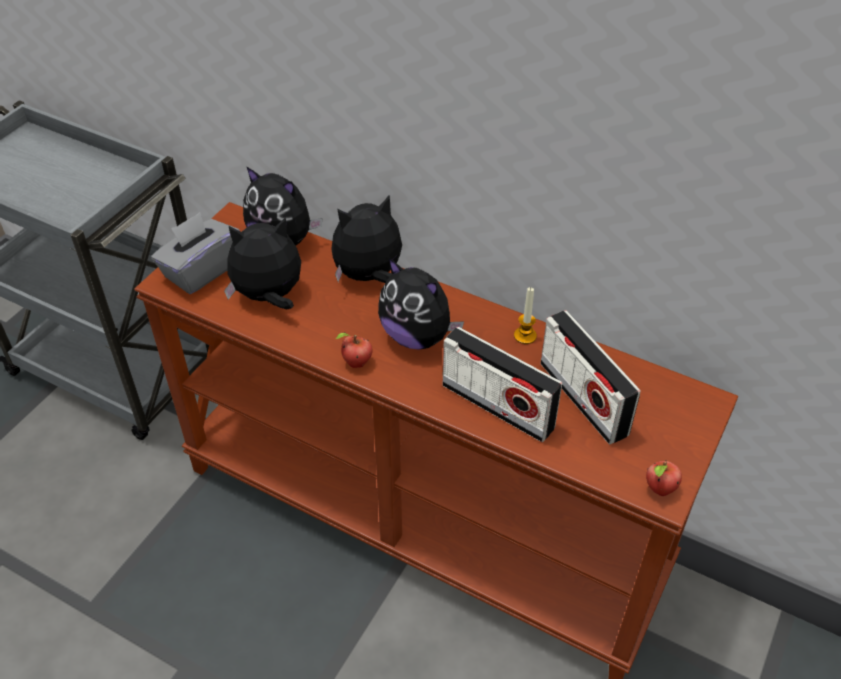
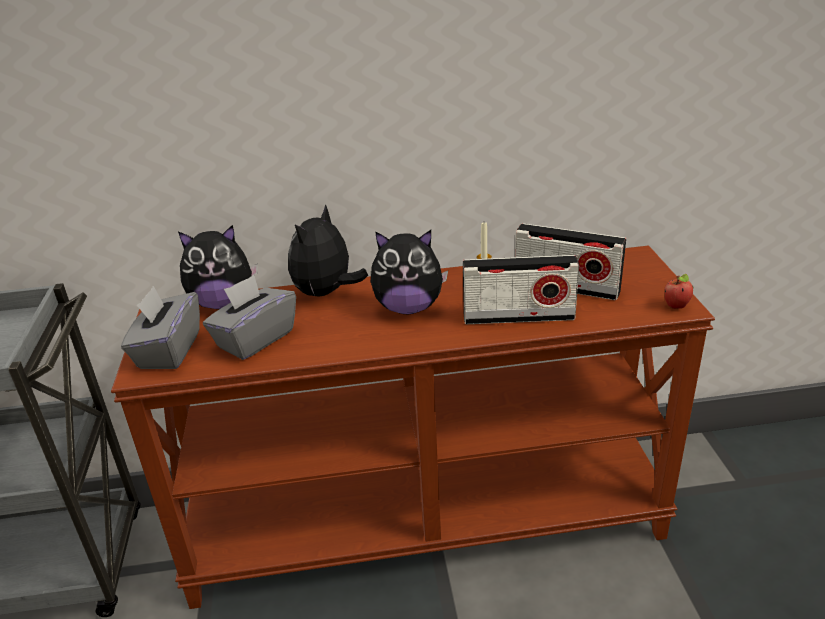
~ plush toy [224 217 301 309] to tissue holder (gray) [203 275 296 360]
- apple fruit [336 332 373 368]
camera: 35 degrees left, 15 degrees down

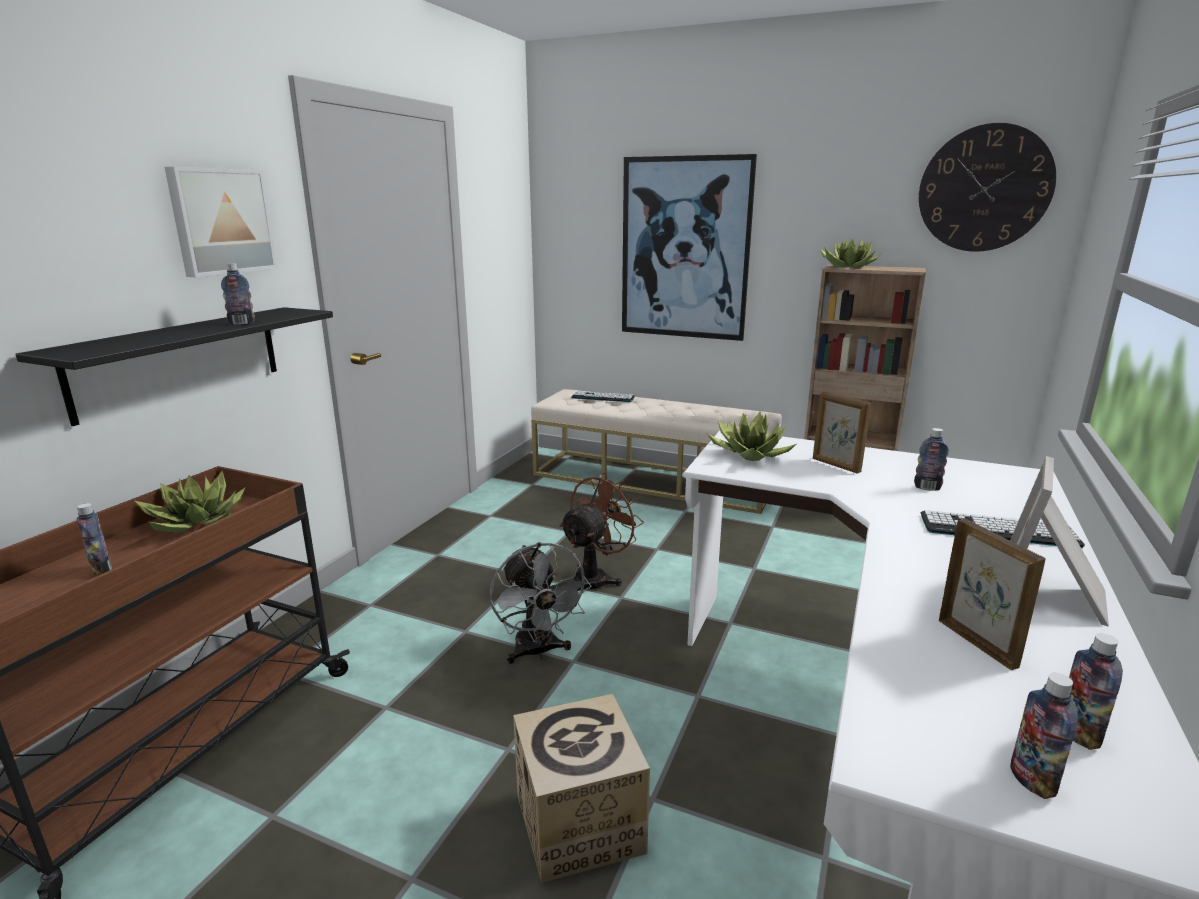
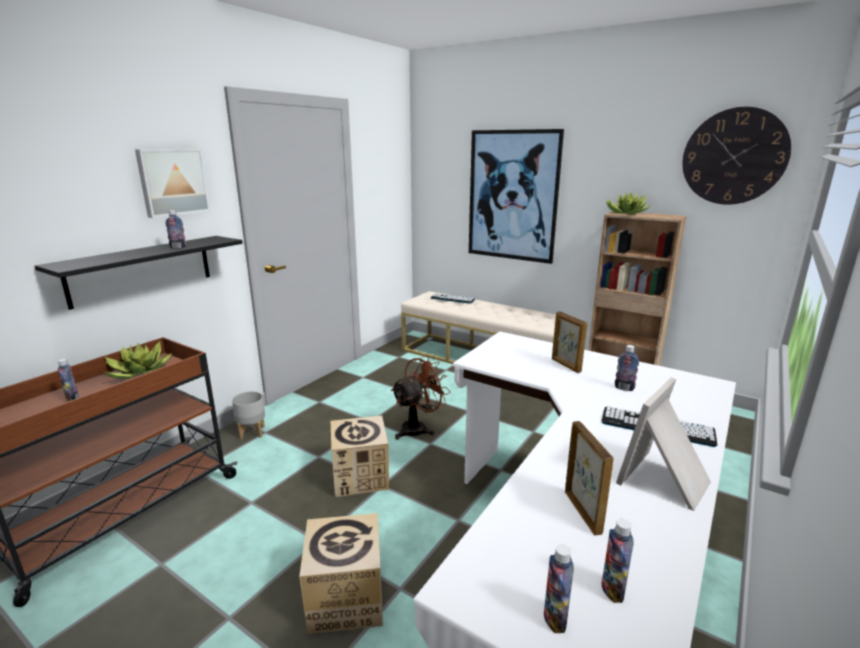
~ electric fan (gray) [490 542 591 664] to cardboard box [331 415 389 497]
- houseplant [707 412 796 461]
+ planter (gray) [232 391 265 439]
camera: 10 degrees right, 0 degrees up

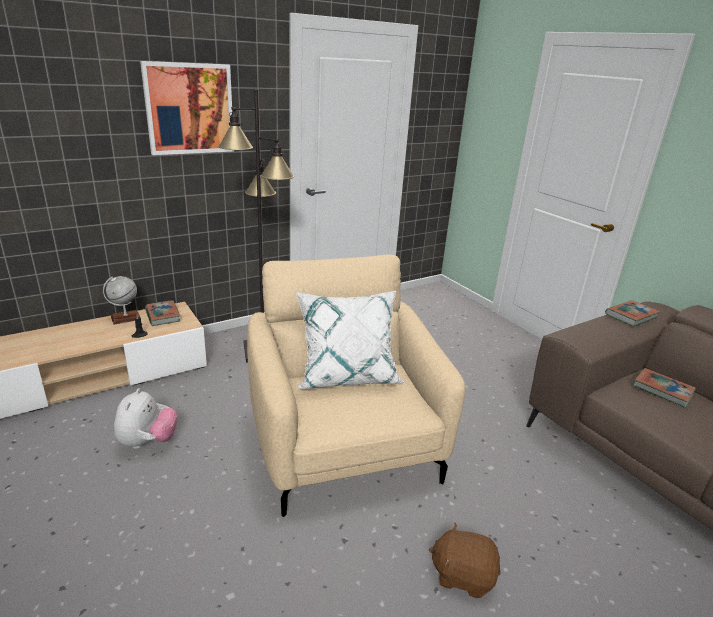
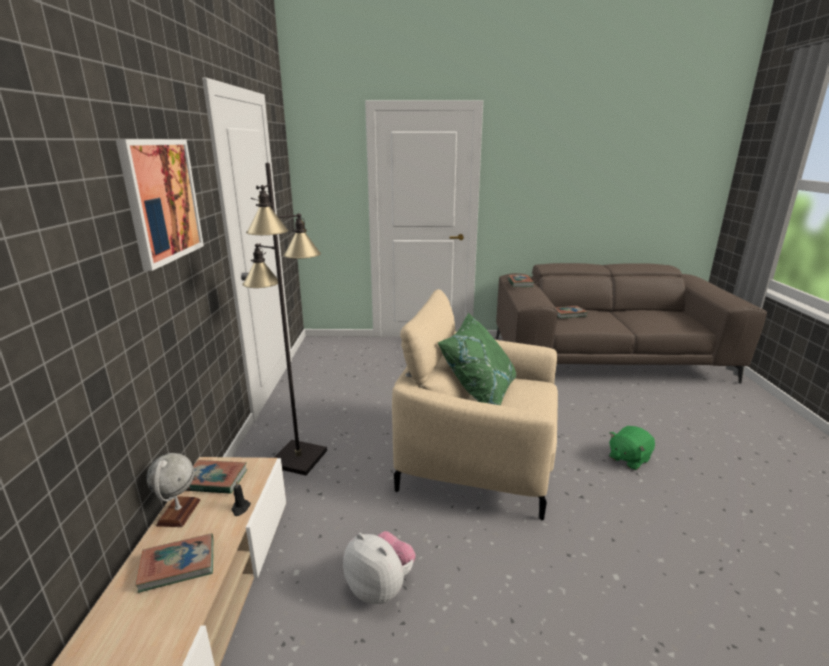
~ throw pillow (white) [296 291 405 389] to throw pillow (green) [438 313 516 405]
~ plush toy (brown-coloured) [429 522 501 598] to plush toy (green) [609 426 655 470]
+ volume [135 533 213 593]
camera: 55 degrees left, 5 degrees down

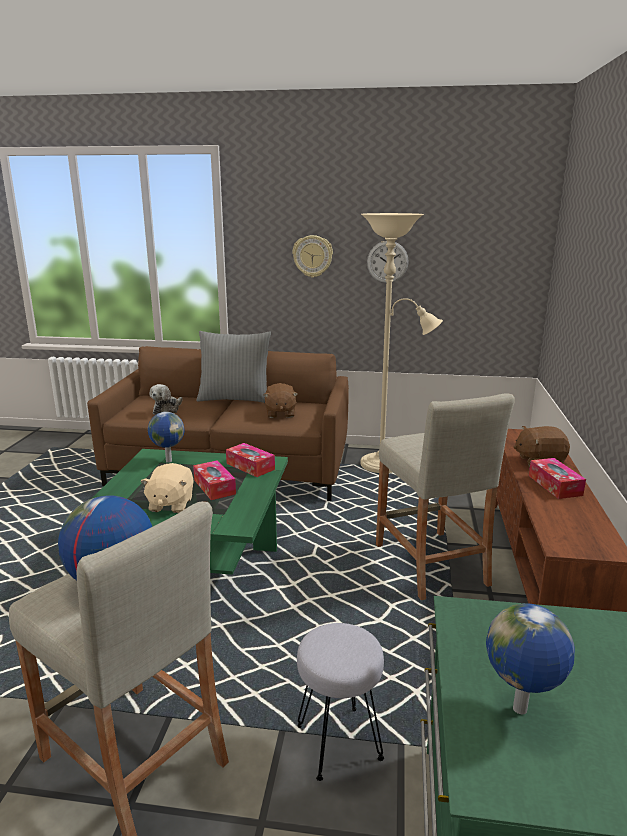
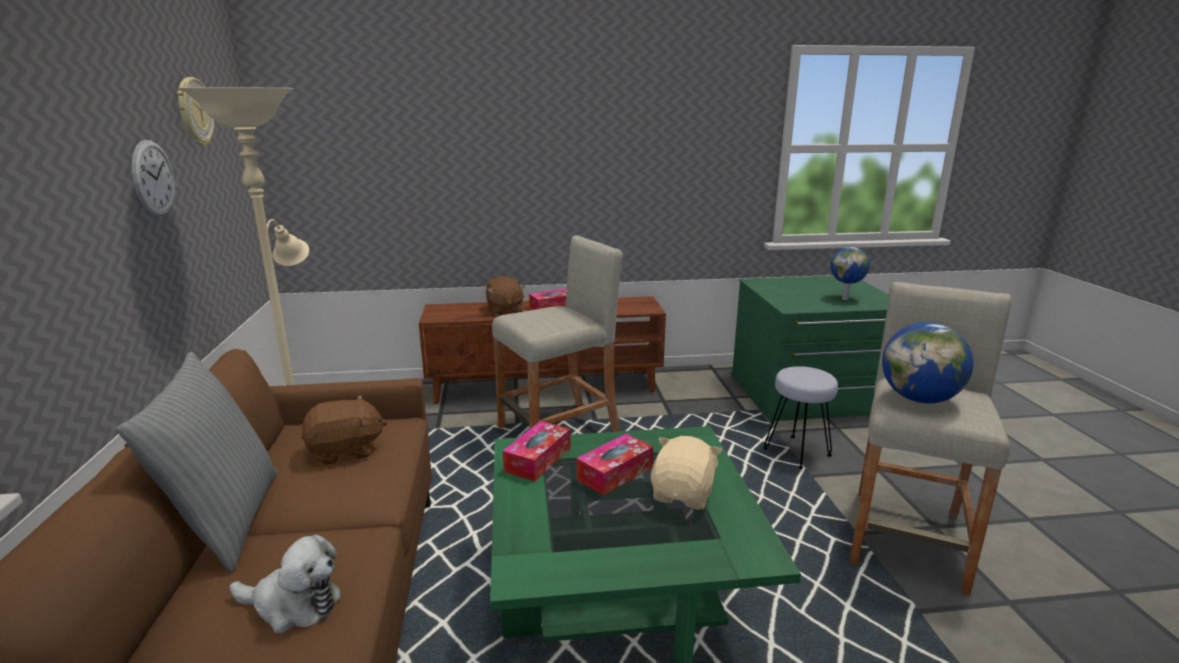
~ plush toy (beige-coloured) [141 463 194 513] = [651 436 722 510] 60 degrees counterclockwise
- desk globe [148 412 184 463]
~ clock on the wall [292 235 333 278] to [177 77 214 146]
camera: 105 degrees left, 0 degrees up

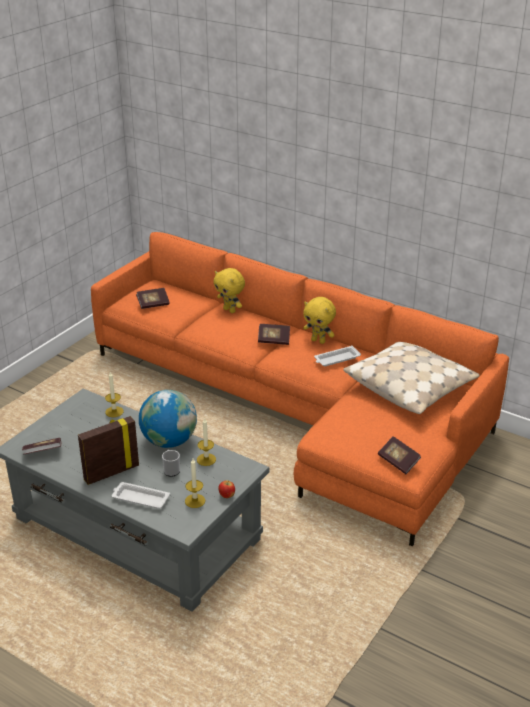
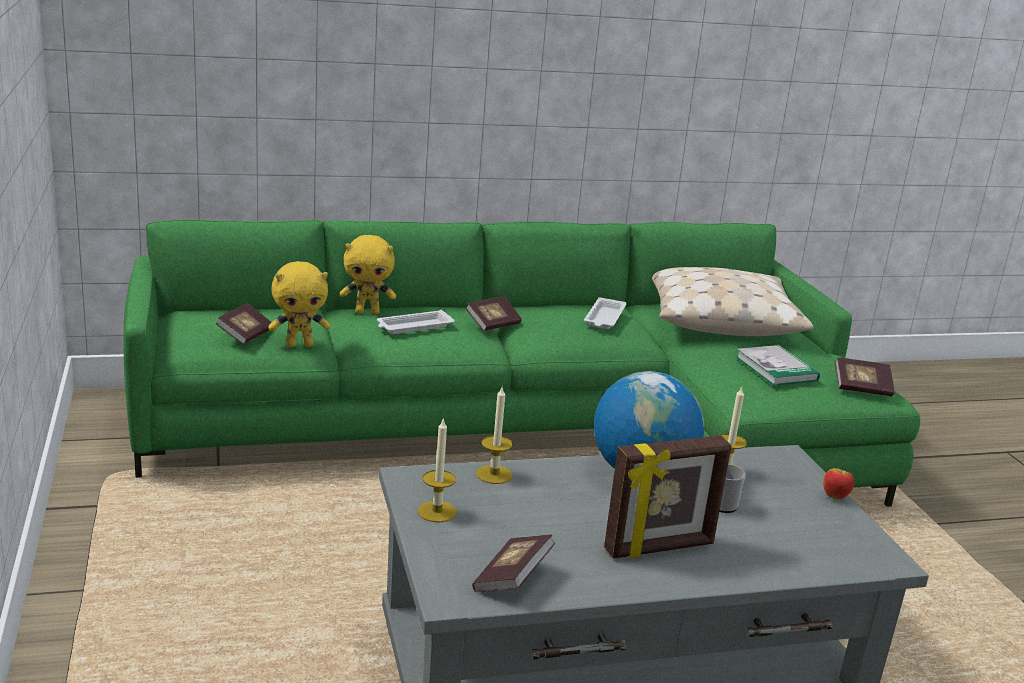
~ photo frame [78 416 139 485] = [604 435 731 559] 120 degrees counterclockwise
~ settee (orange-coloured) [91 232 509 546] to settee (green) [123 220 920 507]
~ carrying tray (white) [112 482 170 508] to [377 310 455 334]
~ wax candle [185 459 205 508] to [418 417 457 522]
~ plush toy (yellow) [303 297 336 344] to [268 261 331 348]
+ volume [735 345 820 386]
camera: 50 degrees left, 10 degrees down

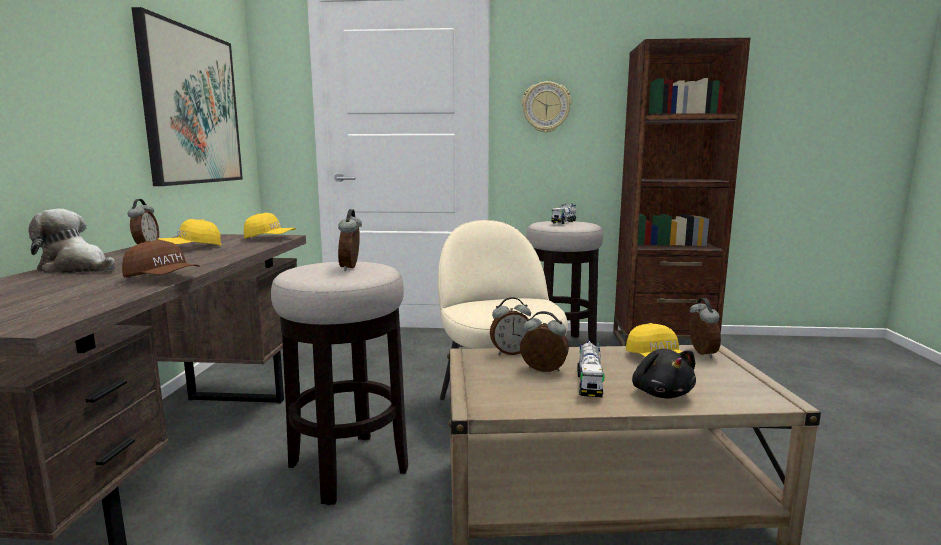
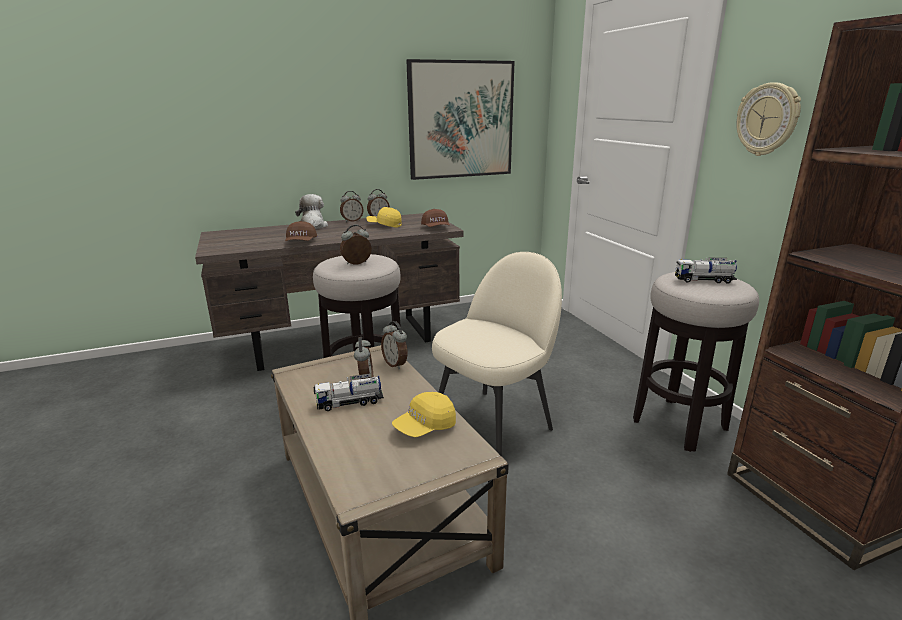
~ peaked cap (yellow) [244 213 296 239] to peaked cap (brown-coloured) [421 209 450 227]
- plush toy (blackish) [632 349 696 399]
~ table clock [689 298 721 358] to [340 191 363 222]
camera: 65 degrees right, 10 degrees up

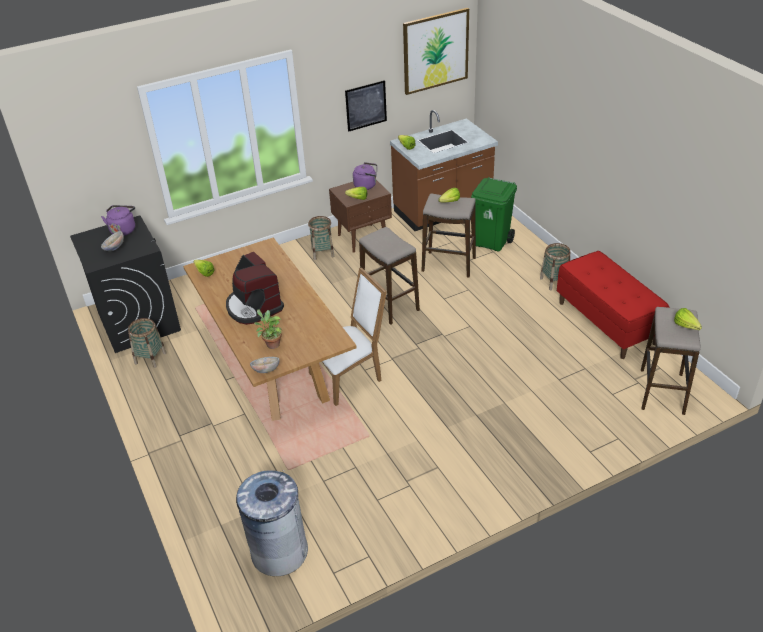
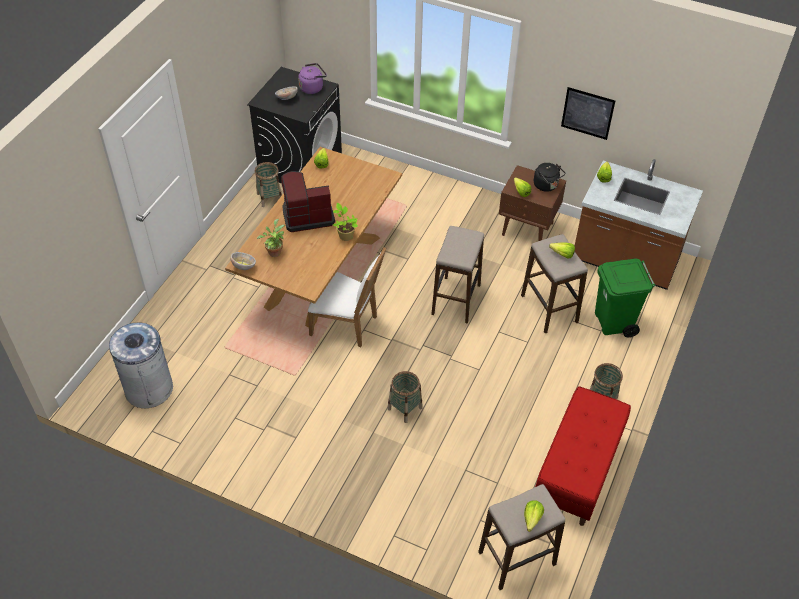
~ coffee maker [226 252 284 325] = [281 171 335 232] 60 degrees clockwise
~ basket [308 216 334 260] to [388 371 423 423]
~ kettle (purple-coloured) [353 162 377 190] to kettle (blackish) [534 163 566 192]
- wall picture [403 8 469 95]
+ houseplant [333 203 358 241]
camera: 50 degrees right, 10 degrees up

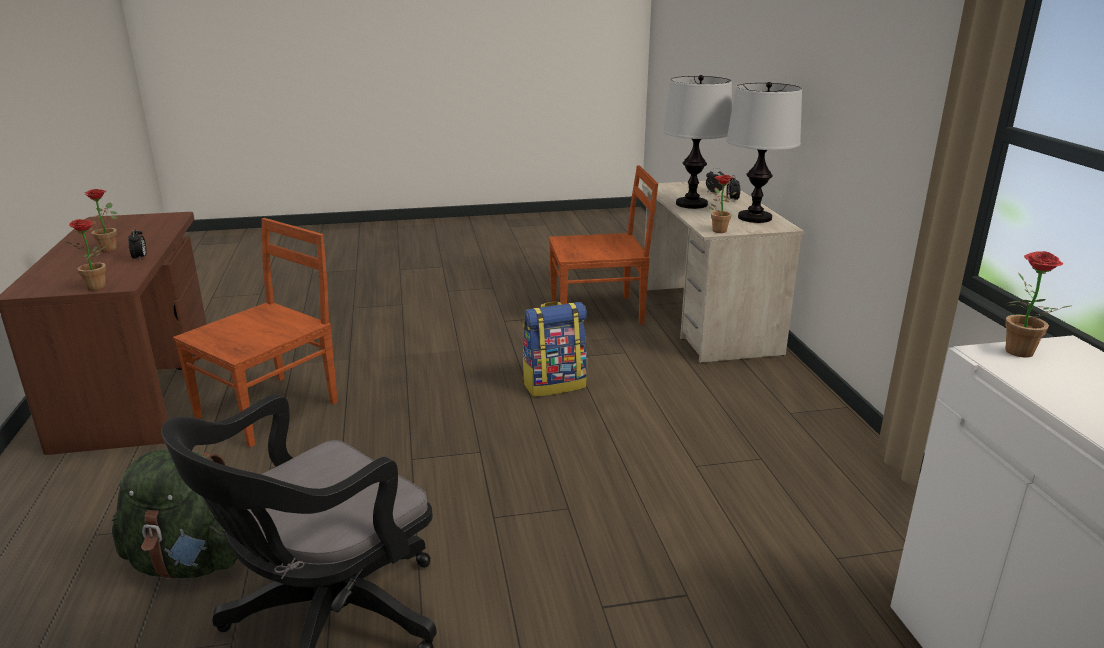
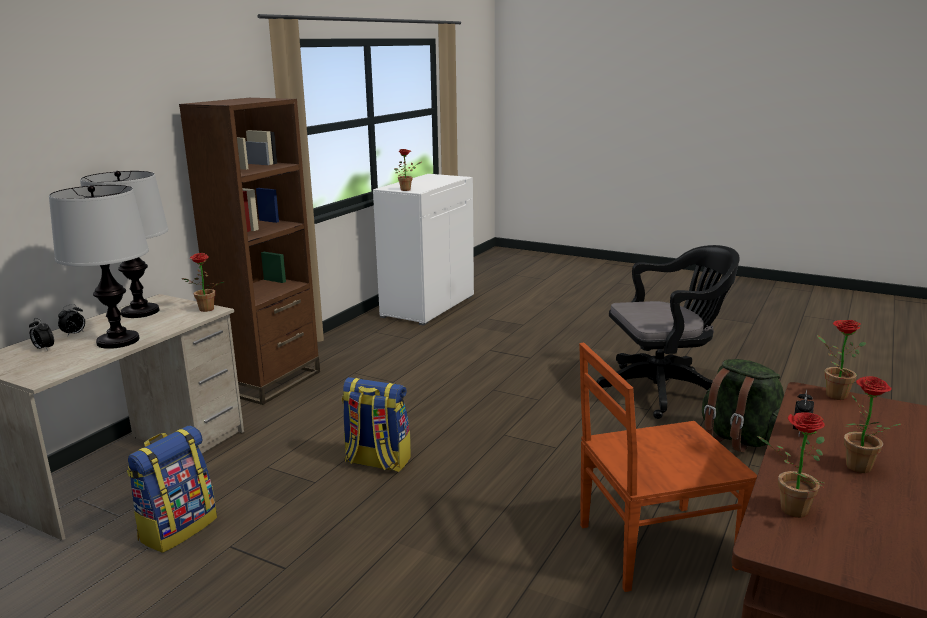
~ upright chair (brown-coloured) [549 165 658 325] to knapsack [127 426 217 553]
+ bookshelf (brown-coloured) [179 98 320 405]
+ houseplant [758 413 825 518]
camera: 140 degrees left, 5 degrees down

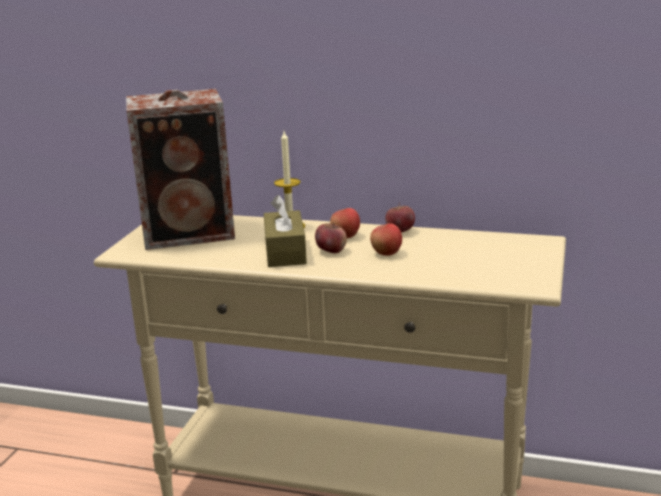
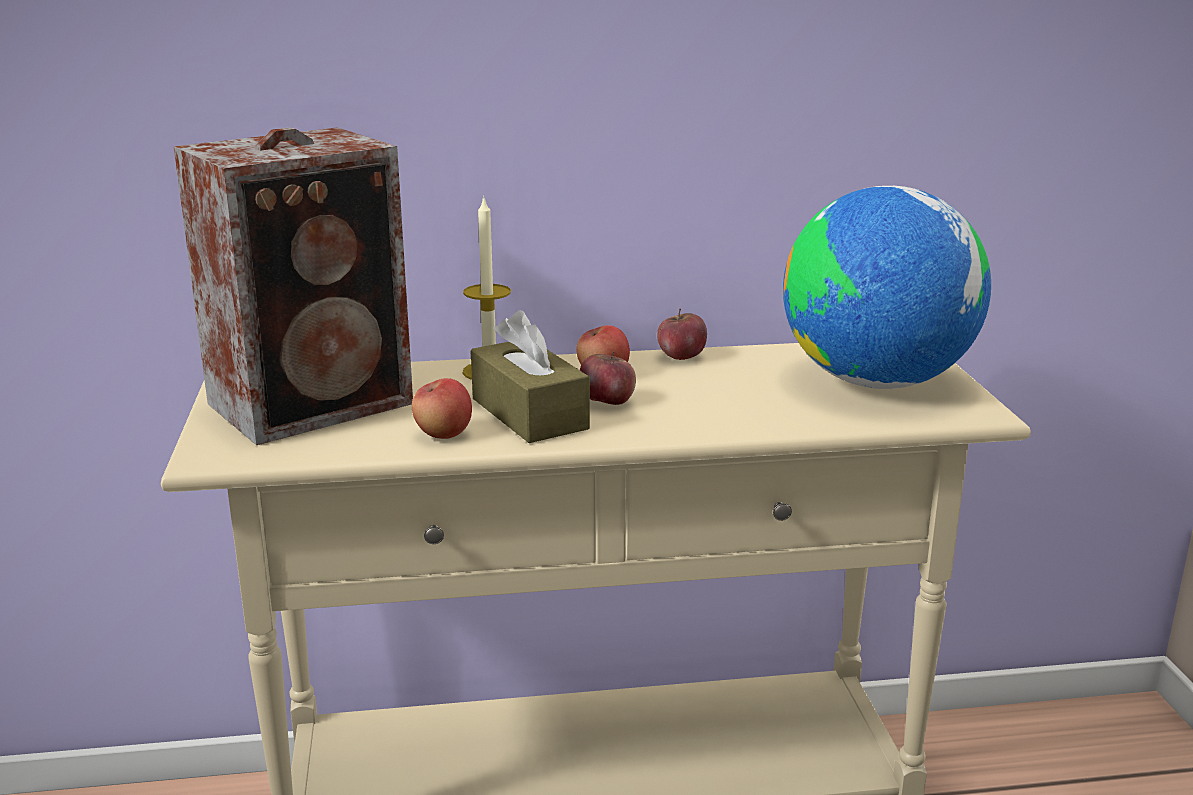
~ apple fruit [370 223 402 256] to [412 378 472 439]
+ desk globe [783 186 991 389]
camera: 25 degrees left, 0 degrees up

